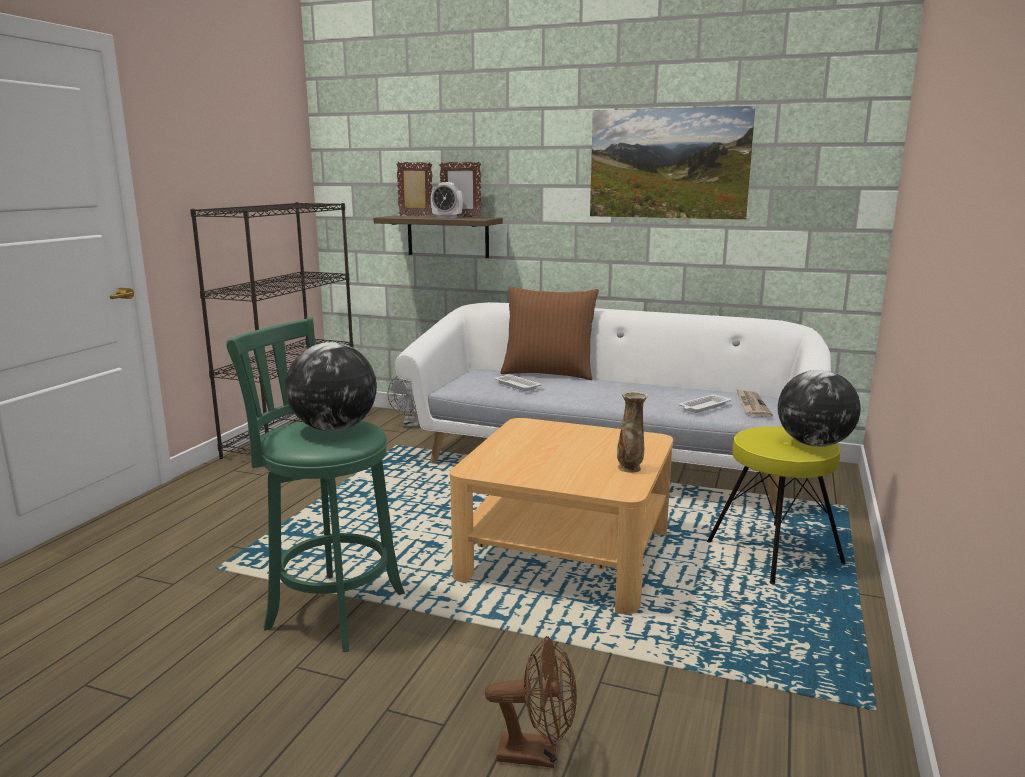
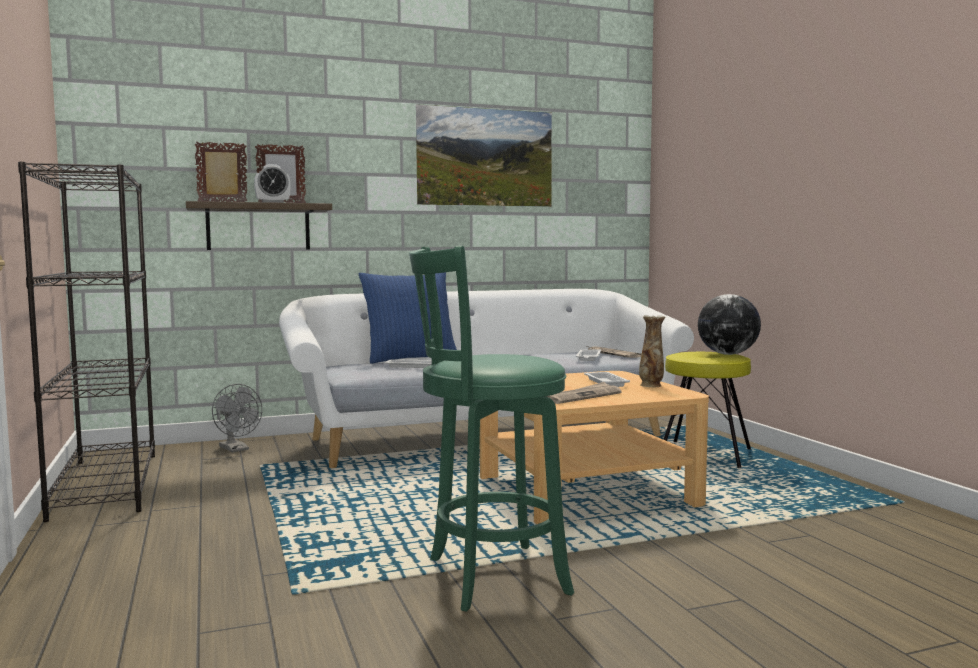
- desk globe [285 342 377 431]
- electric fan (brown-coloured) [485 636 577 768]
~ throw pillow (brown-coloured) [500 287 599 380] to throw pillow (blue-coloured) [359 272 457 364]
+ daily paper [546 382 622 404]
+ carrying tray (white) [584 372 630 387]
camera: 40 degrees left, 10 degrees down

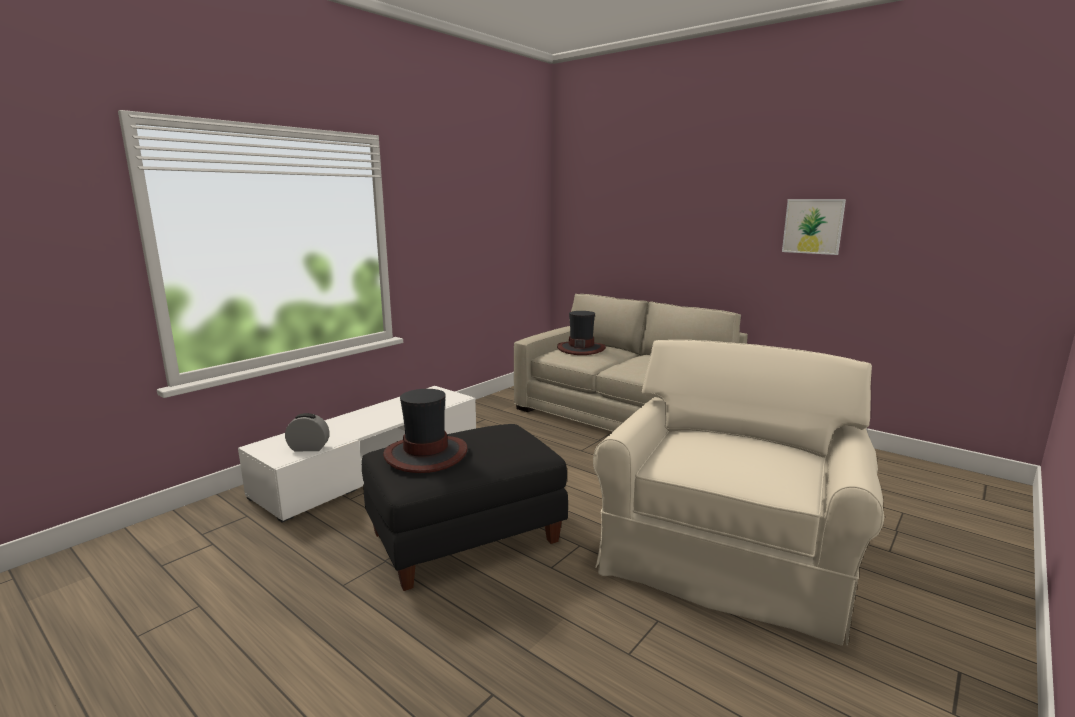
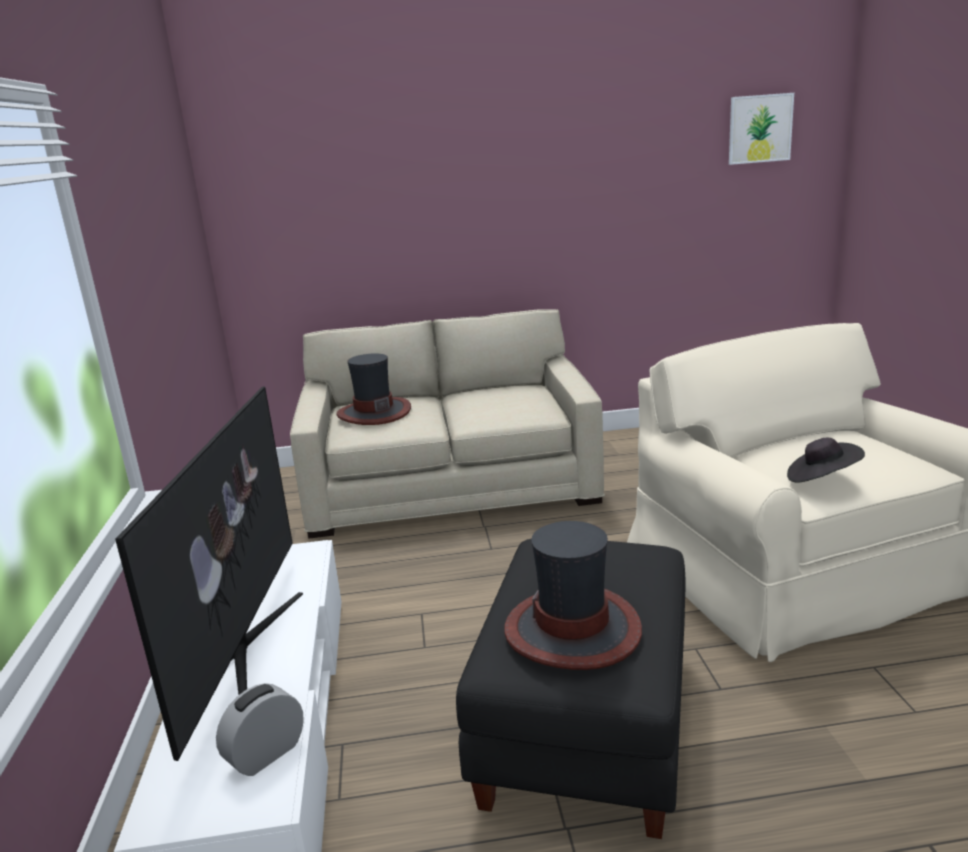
~ wall picture [782 199 846 255] to [729 93 794 165]
+ TV set [115 387 303 761]
+ clothing hat (blackish) [787 438 865 482]
camera: 45 degrees left, 5 degrees up

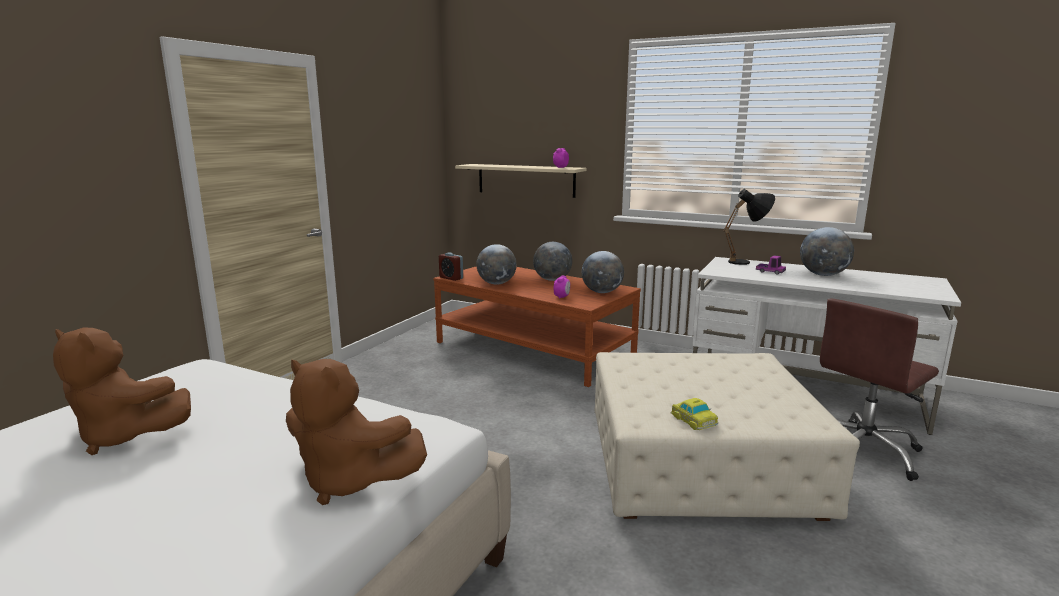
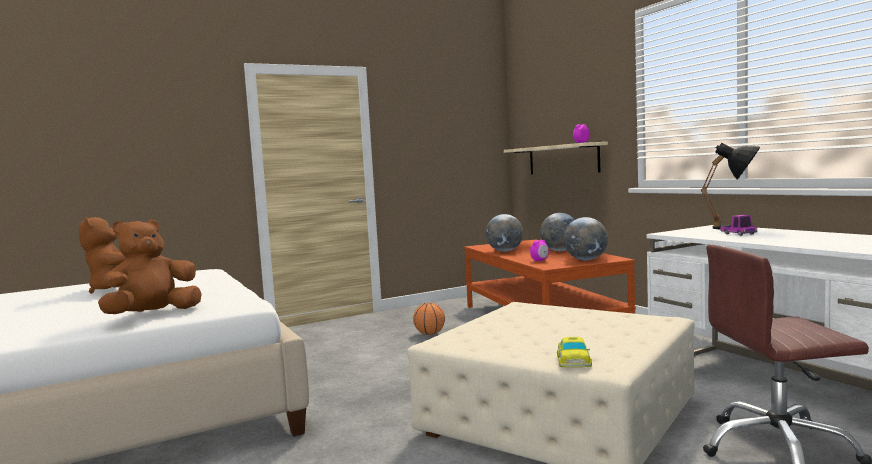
~ plush toy (brown-coloured) [286 359 427 505] = [98 220 202 314] 75 degrees clockwise
- table clock [439 252 463 281]
~ toy car [671 398 718 430] to [557 337 592 367]
- desk globe [800 227 854 276]
+ ball for basketball [413 303 445 335]
camera: 35 degrees right, 10 degrees down

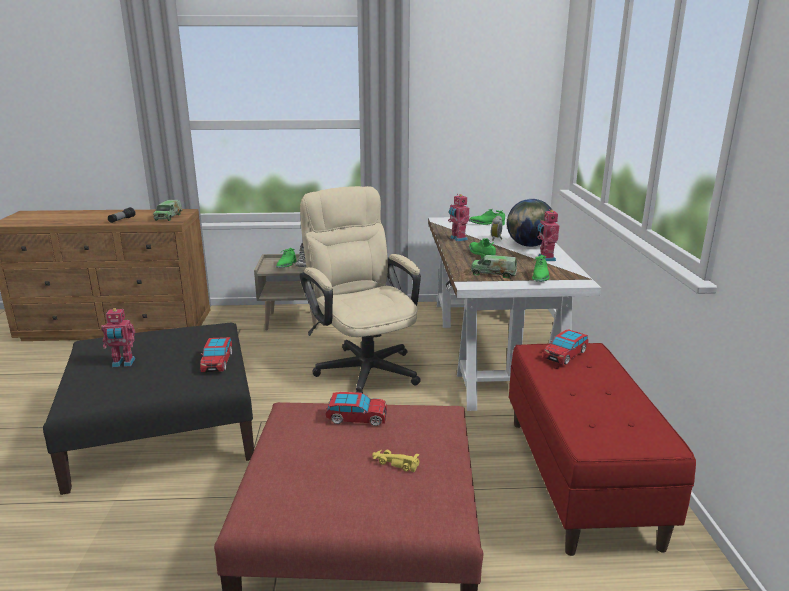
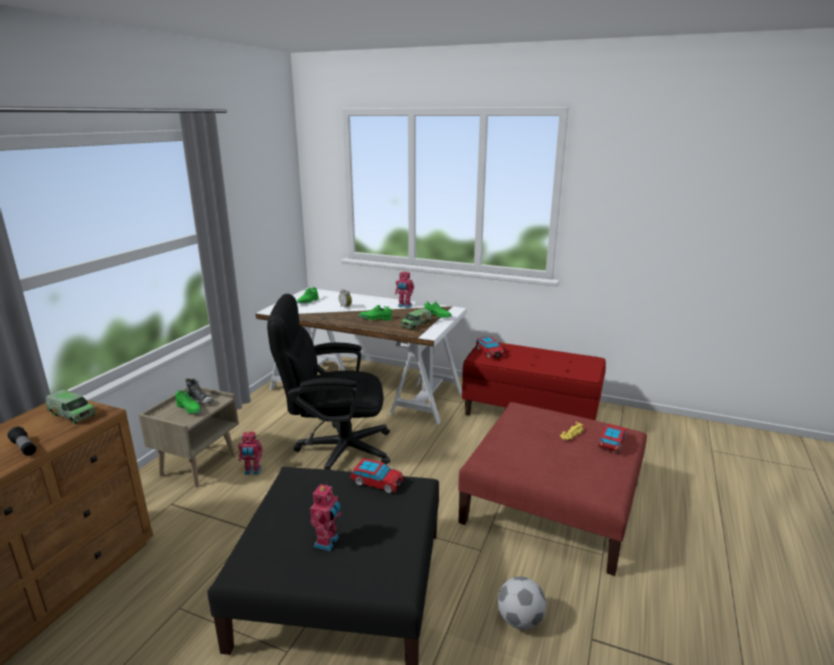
~ computer chair (beige-coloured) [300 186 421 394] to computer chair (blackish) [267 294 390 470]
~ toy car [325 392 387 426] to [599 424 627 452]
~ robot figure [448 194 470 242] to [238 432 263 475]
- desk globe [507 199 552 247]
+ football [498 576 546 630]
camera: 65 degrees left, 0 degrees up

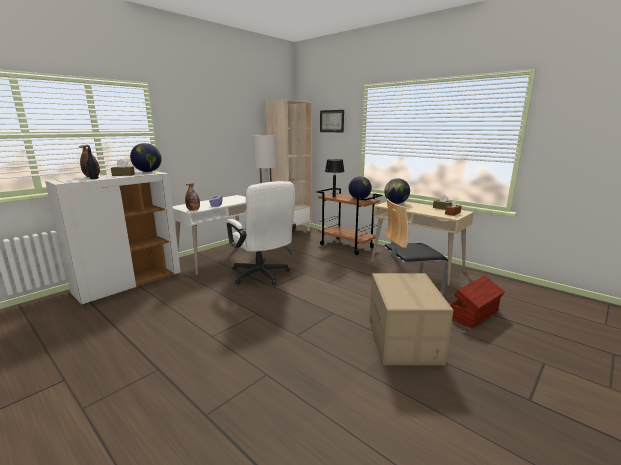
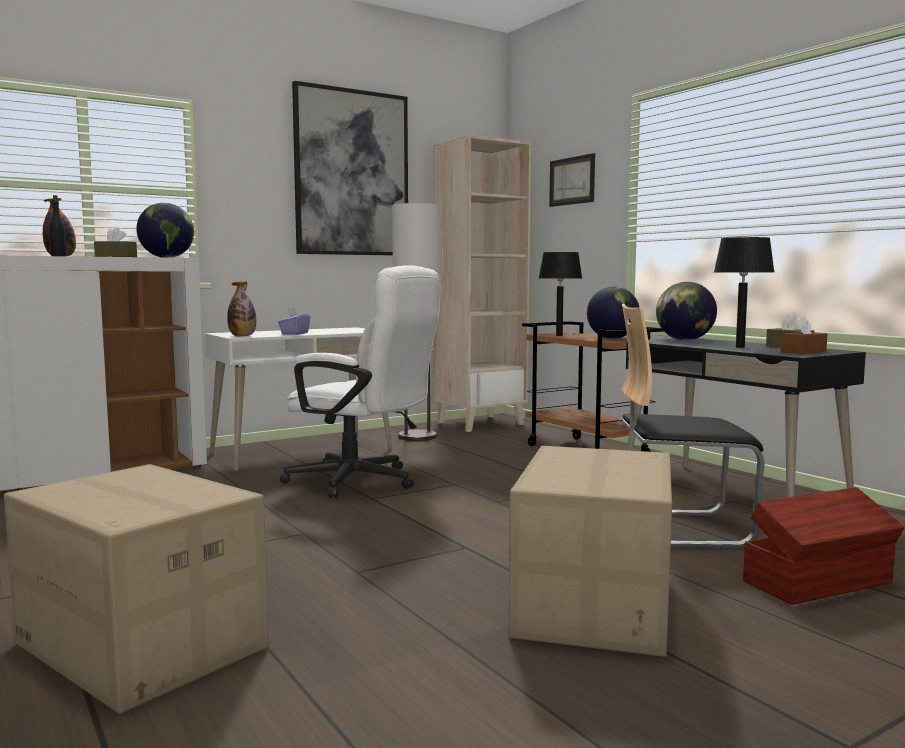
~ computer chair (white) [227 181 296 285] = [280 265 441 498] 45 degrees counterclockwise
~ desk unit (beige-coloured) [371 201 474 286] to desk unit (blackish) [626 338 866 497]
+ cardboard box [4 464 269 714]
+ wall picture [292 81 408 255]
+ table lamp (blackish) [714 237 774 348]
camera: 15 degrees right, 10 degrees down

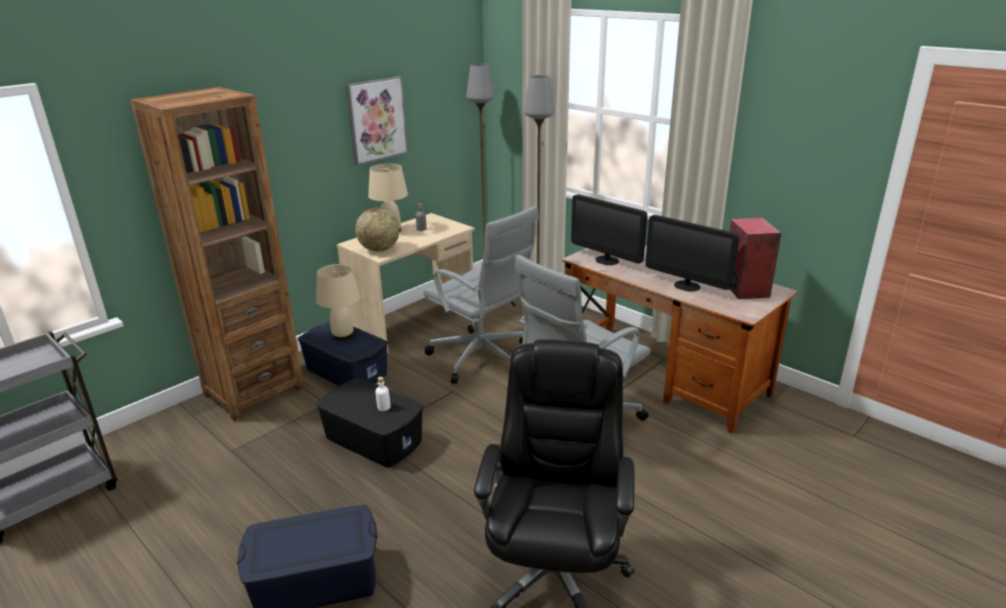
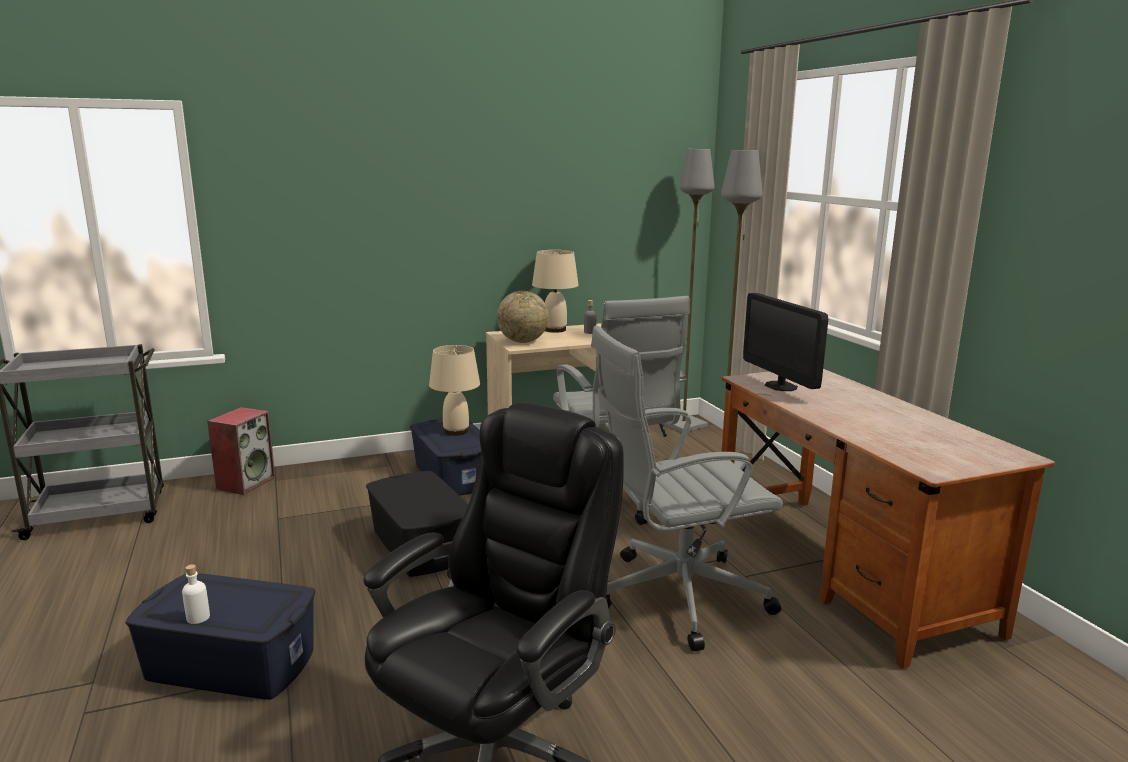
- bookshelf (brown-coloured) [130 87 305 421]
- wall picture [346 76 408 166]
~ drink bottle (white) [375 377 390 411] to [182 564 210 624]
- computer screen [645 215 739 292]
~ loudspeaker [729 218 782 299] to [207 407 275 495]
camera: 25 degrees right, 10 degrees down

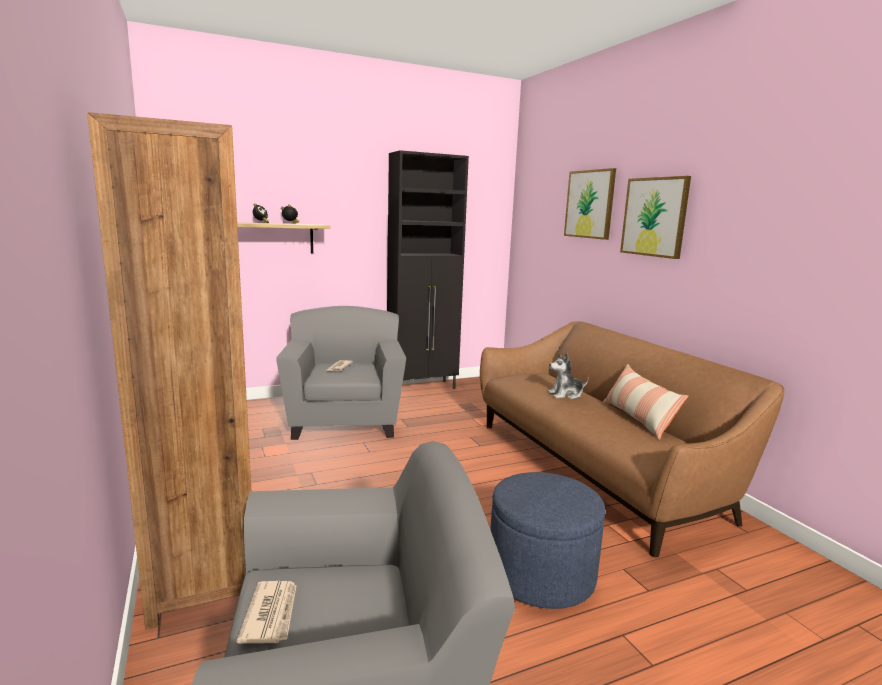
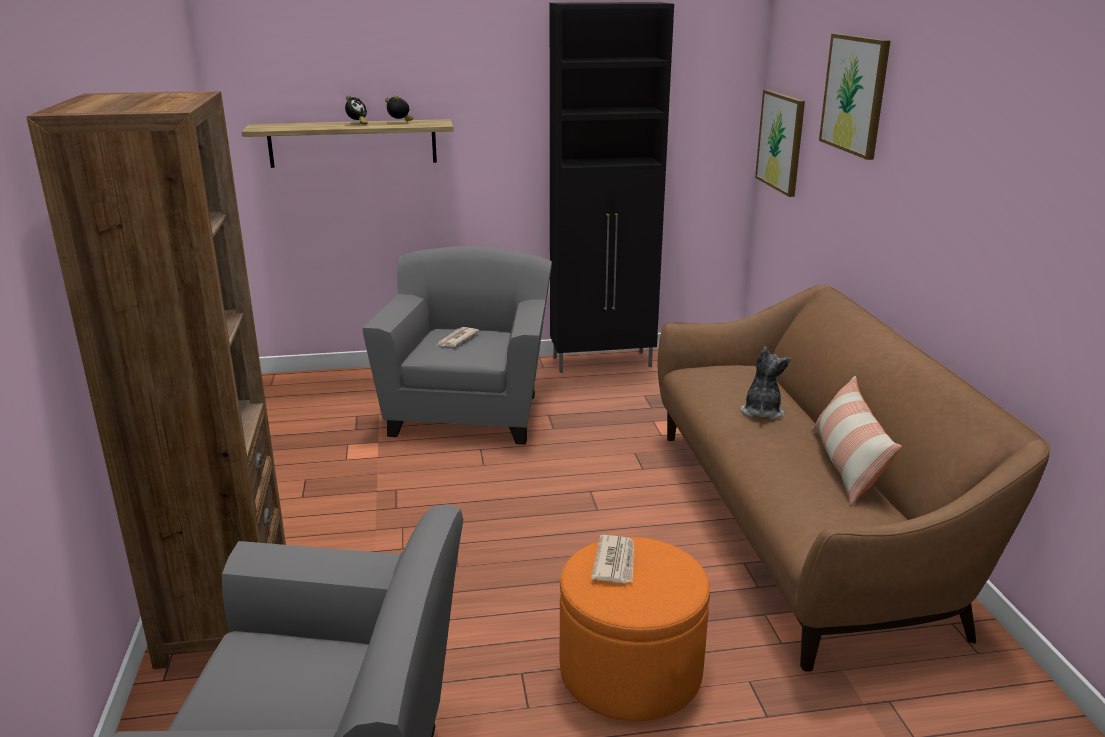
~ daily paper [237 581 296 644] to [591 535 634 583]
~ pouffe (blue-coloured) [490 472 605 609] to pouffe (orange-coloured) [560 537 710 722]
~ plush toy [548 353 589 399] = [741 346 791 420] 105 degrees clockwise
~ wall picture [620 176 691 259] to [755 90 805 197]
camera: 15 degrees right, 10 degrees up

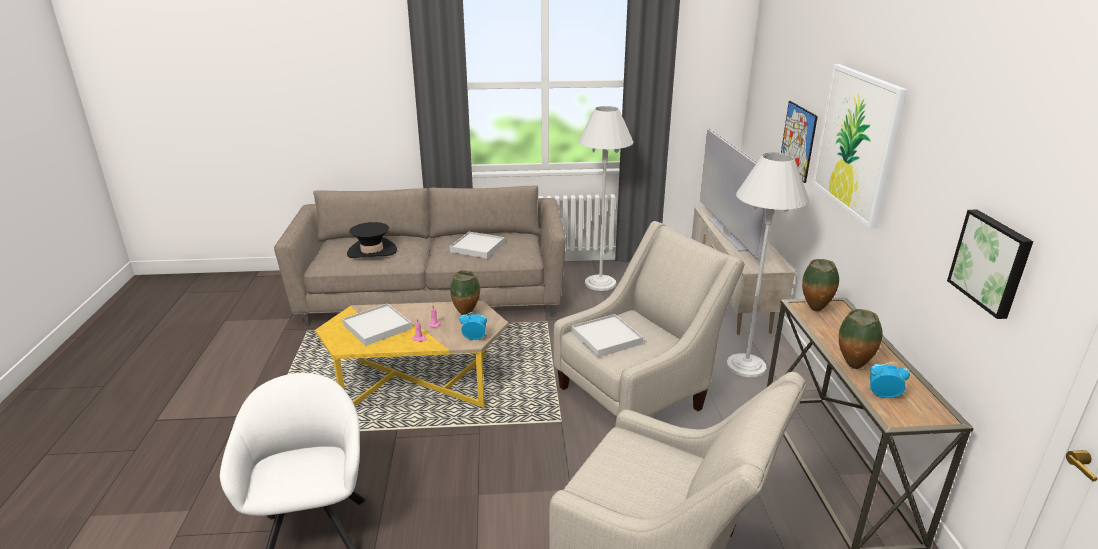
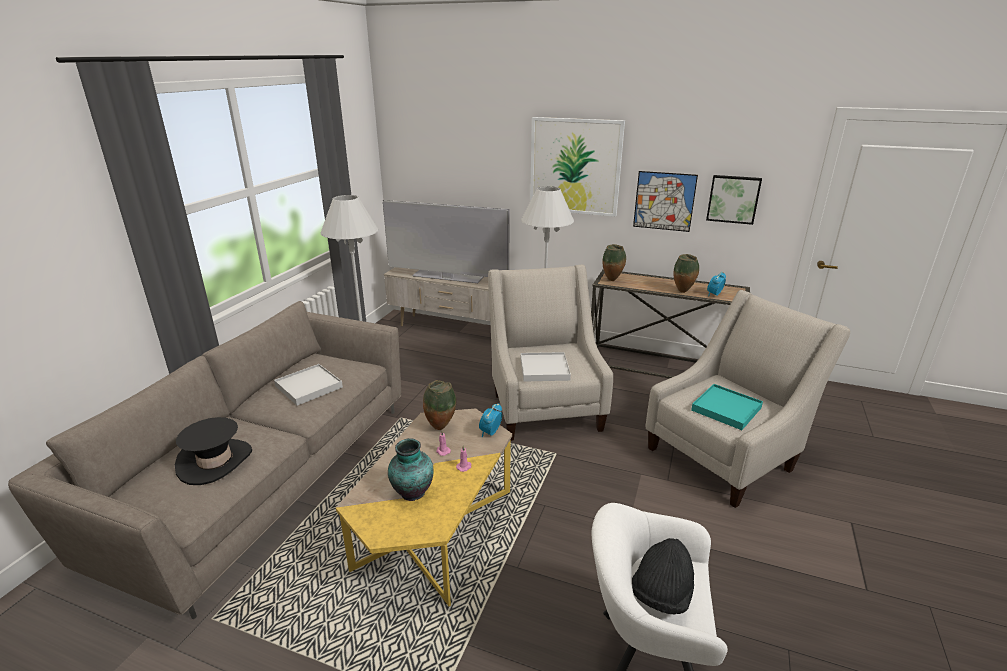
~ carrying tray (white) [342 303 412 346] to vase [388 438 434 501]
~ wall picture [781 101 818 183] to [633 171 698 232]
+ clothing hat (blackish) [632 538 695 614]
+ carrying tray (turquoise-coloured) [691 384 763 430]
camera: 65 degrees left, 0 degrees up

